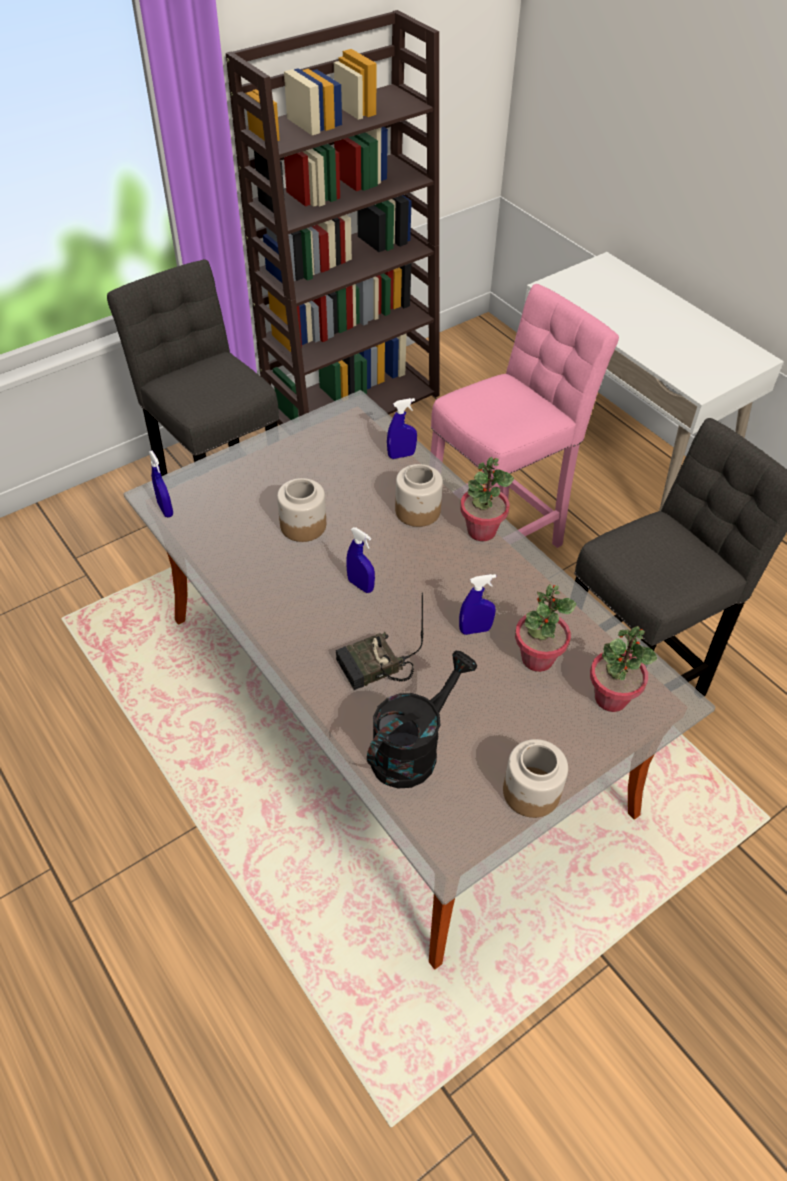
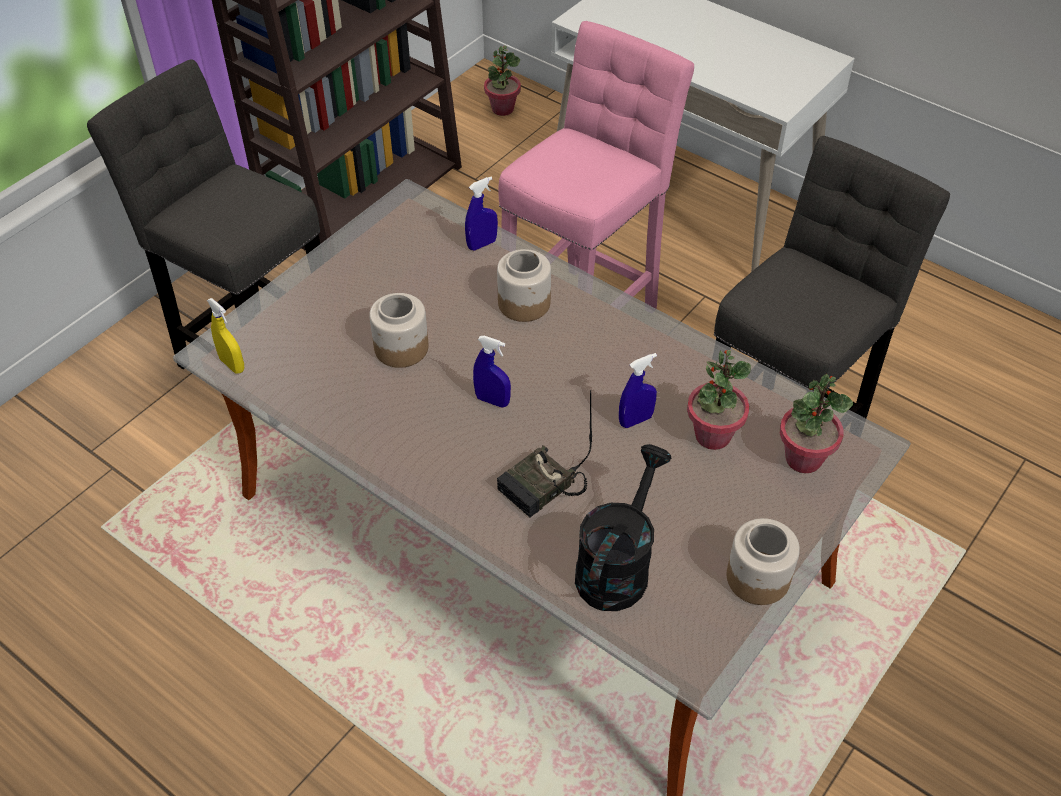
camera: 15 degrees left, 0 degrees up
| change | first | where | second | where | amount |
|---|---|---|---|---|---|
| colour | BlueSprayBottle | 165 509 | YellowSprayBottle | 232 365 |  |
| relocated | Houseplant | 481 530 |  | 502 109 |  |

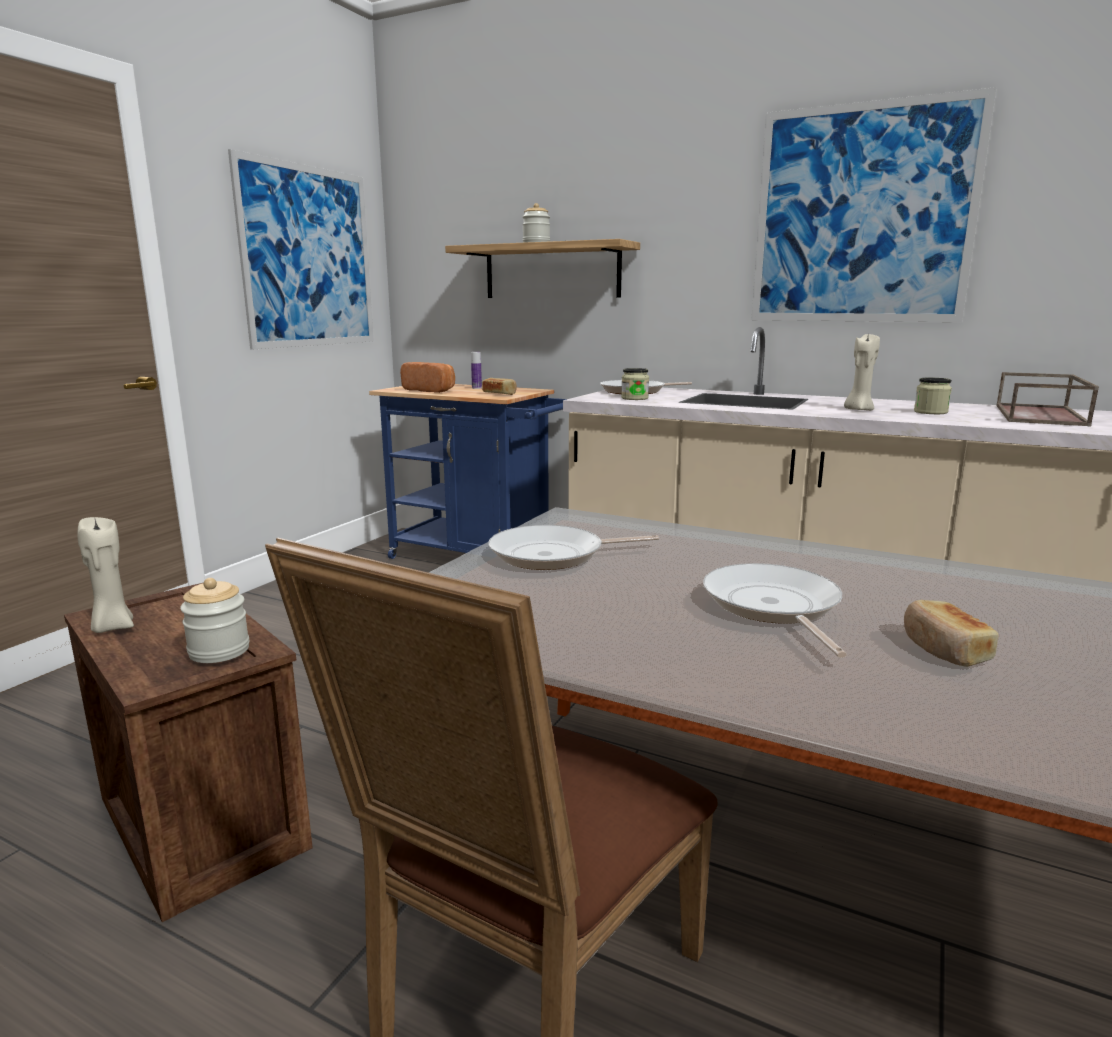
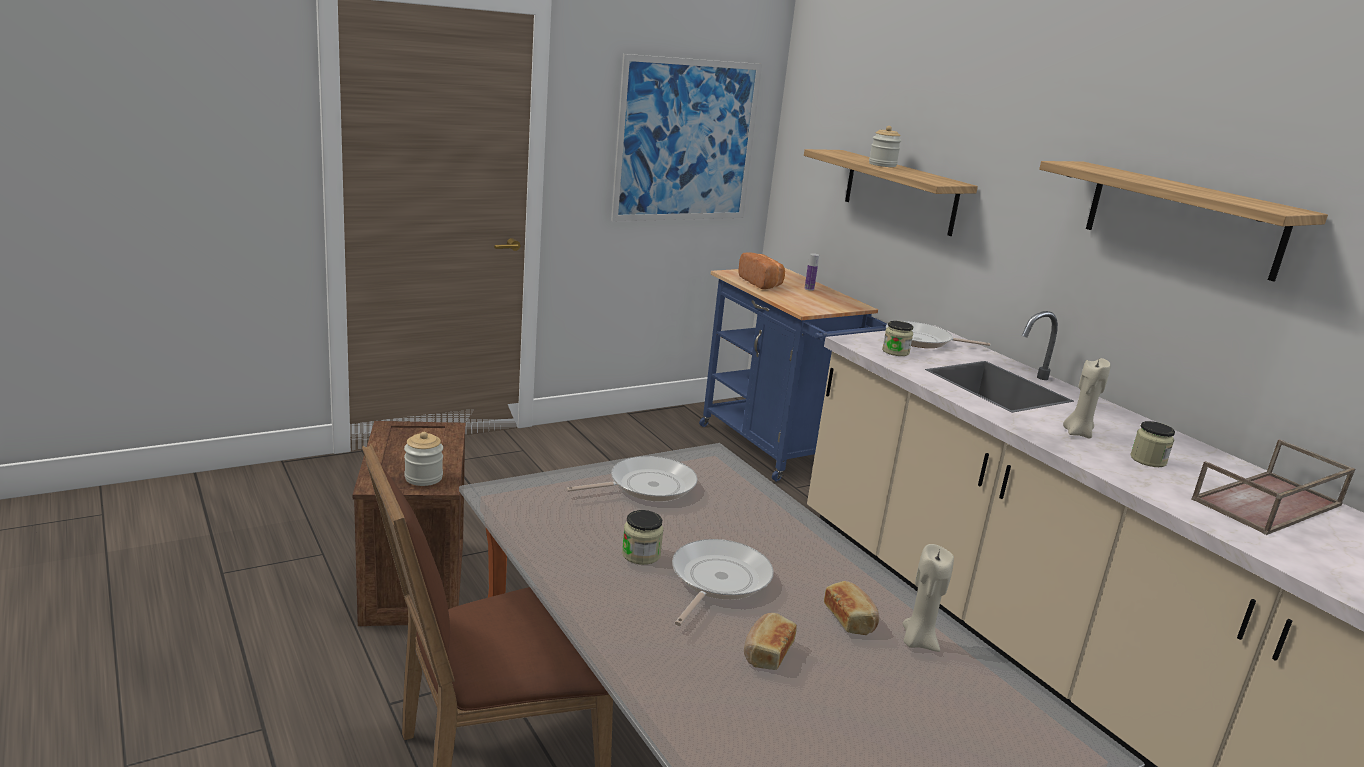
camera: 30 degrees right, 5 degrees up
| change | first | where | second | where | amount |
|---|---|---|---|---|---|
| spun | FryingPan | 553 555 |  | 647 486 | 135 degrees clockwise |
| appeared |  |  | Jar | 641 554 |  |
| relocated | Bread | 500 394 |  | 850 619 |  |
| relocated | BeigeColouredCandle | 112 627 |  | 917 641 |  |
| exchanged | WallPicture | 862 215 | BracketShelf | 1182 219 |  |

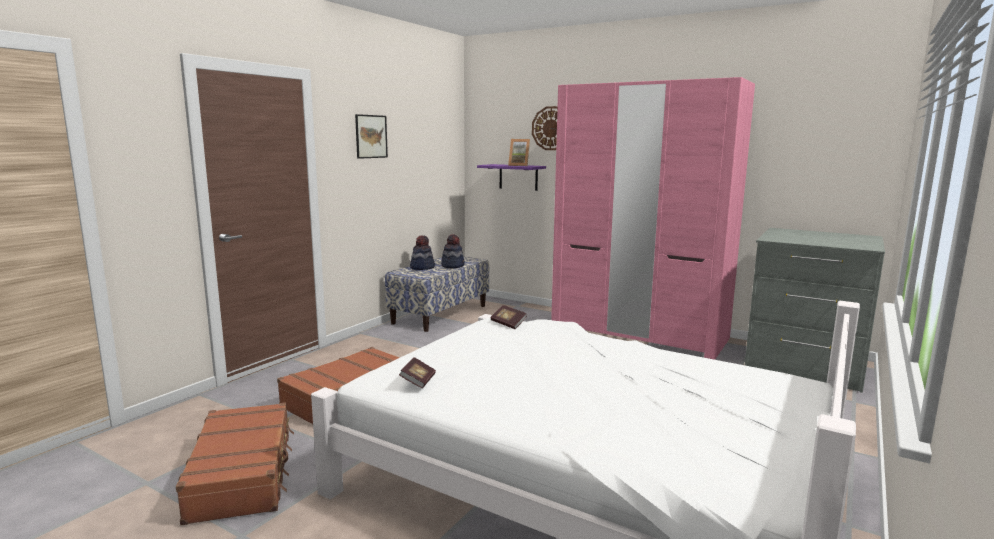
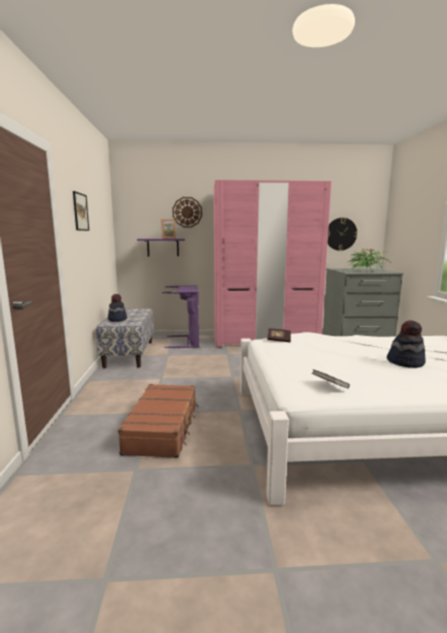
camera: 35 degrees left, 0 degrees up
| change | first | where | second | where | amount |
|---|---|---|---|---|---|
| appeared |  |  | PurpleColouredHamper | 187 342 |  |
| appeared |  |  | WallClock | 341 234 |  |
| appeared |  |  | Houseplant | 366 270 |  |
| relocated | ClothingHat | 453 266 |  | 405 362 |  |
| missing | BrownSuitcase | 243 473 |  |  |  |

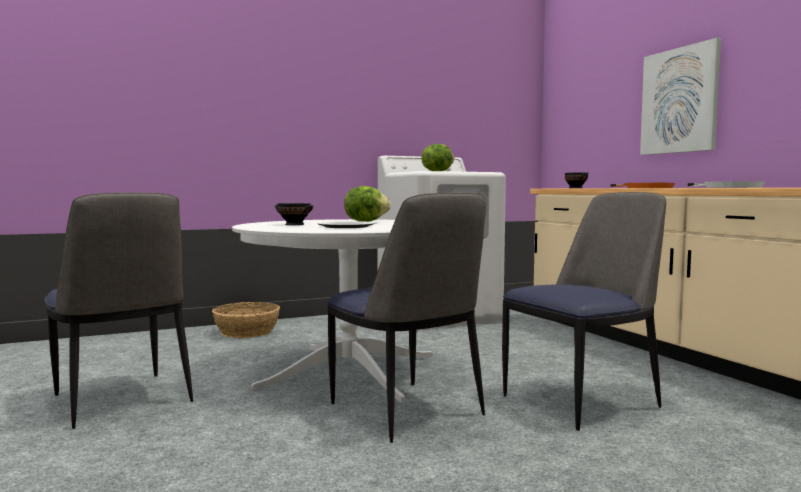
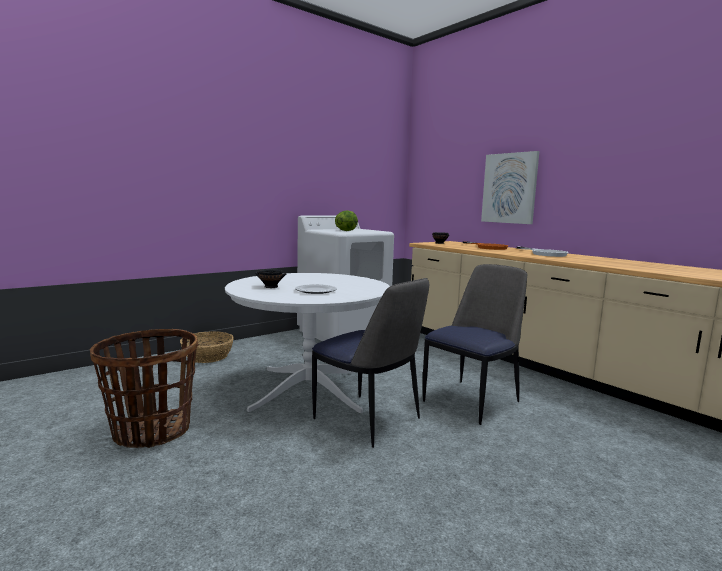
camera: 15 degrees left, 5 degrees up
| change | first | where | second | where | amount |
|---|---|---|---|---|---|
| exchanged | UprightChair | 122 400 | HouseholdBasket | 151 431 |  |
| missing | LettuceHead | 366 221 |  |  |  |

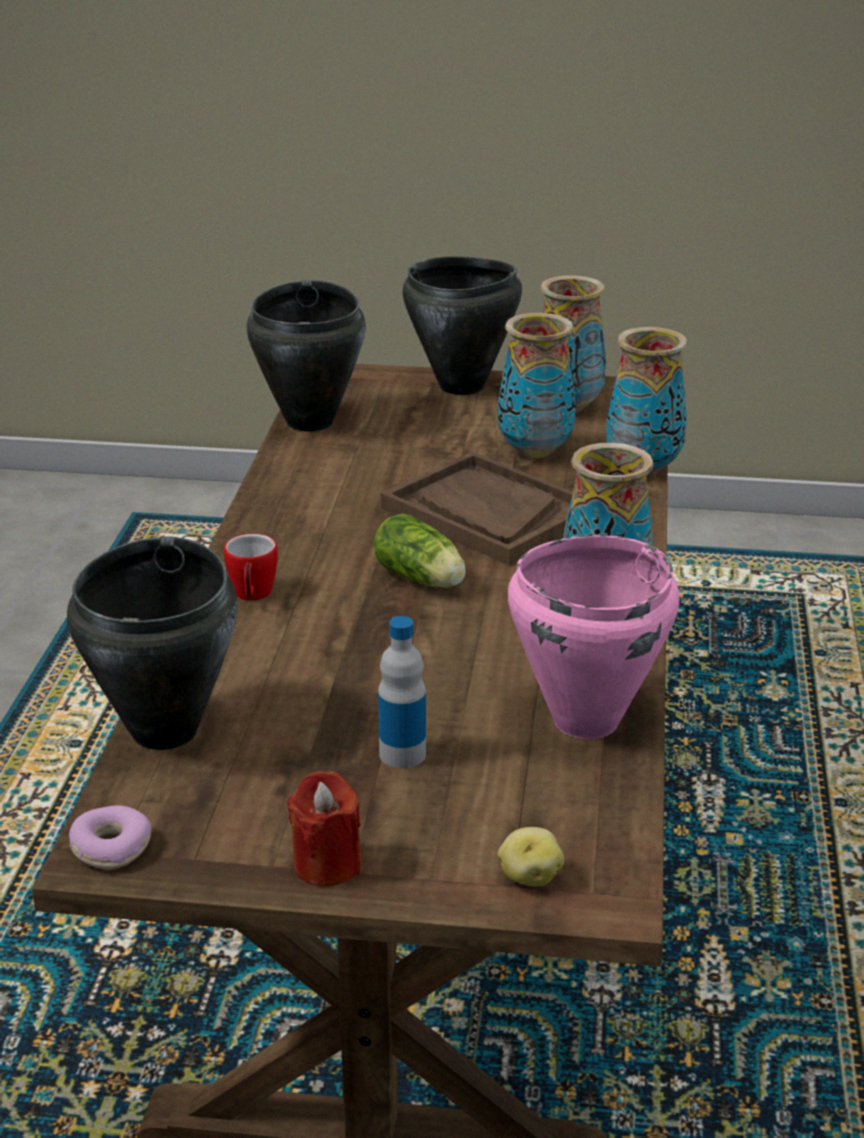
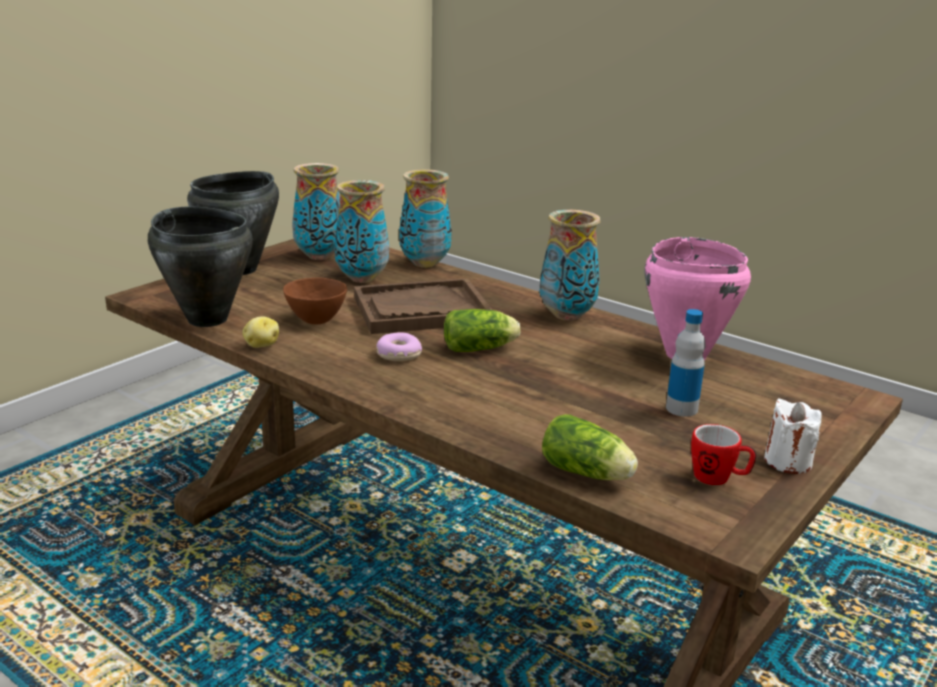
camera: 60 degrees left, 5 degrees down
| change | first | where | second | where | amount |
|---|---|---|---|---|---|
| relocated | WholePotato | 529 876 |  | 261 345 |  |
| appeared |  |  | BrownDeepDish | 316 321 |  |
| relocated | Doughnut | 111 848 |  | 398 354 |  |
| exchanged | BlackishSaucepot | 166 730 | LettuceHead | 588 474 |  |
| relocated | CoffeeMug | 252 596 |  | 718 479 |  |
| colour | ReddishCandle | 327 864 | WhiteCandle | 788 461 |  |

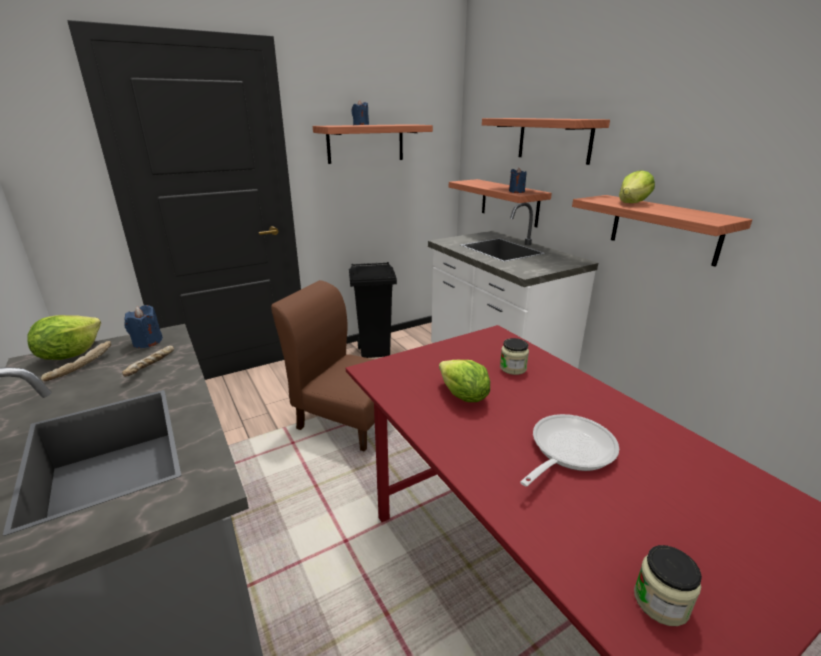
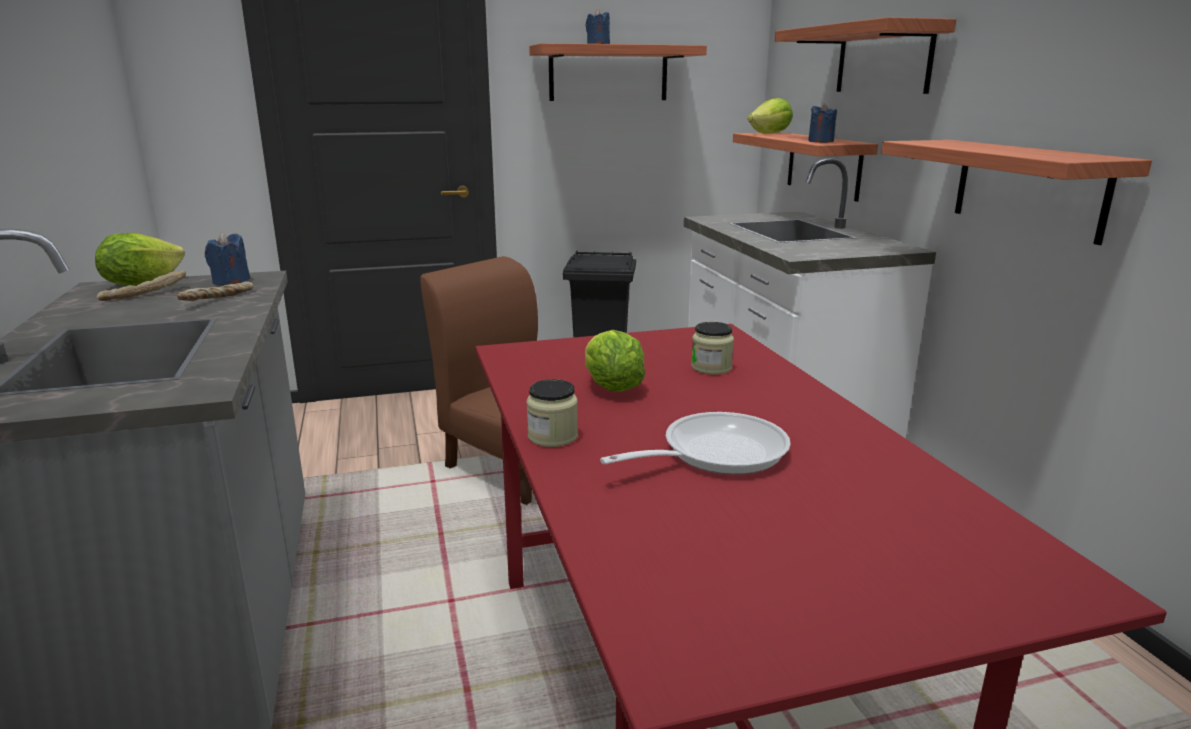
camera: 15 degrees right, 5 degrees down
| change | first | where | second | where | amount |
|---|---|---|---|---|---|
| relocated | Jar | 661 602 |  | 552 436 |  |
| relocated | LettuceHead | 633 203 |  | 770 133 |  |

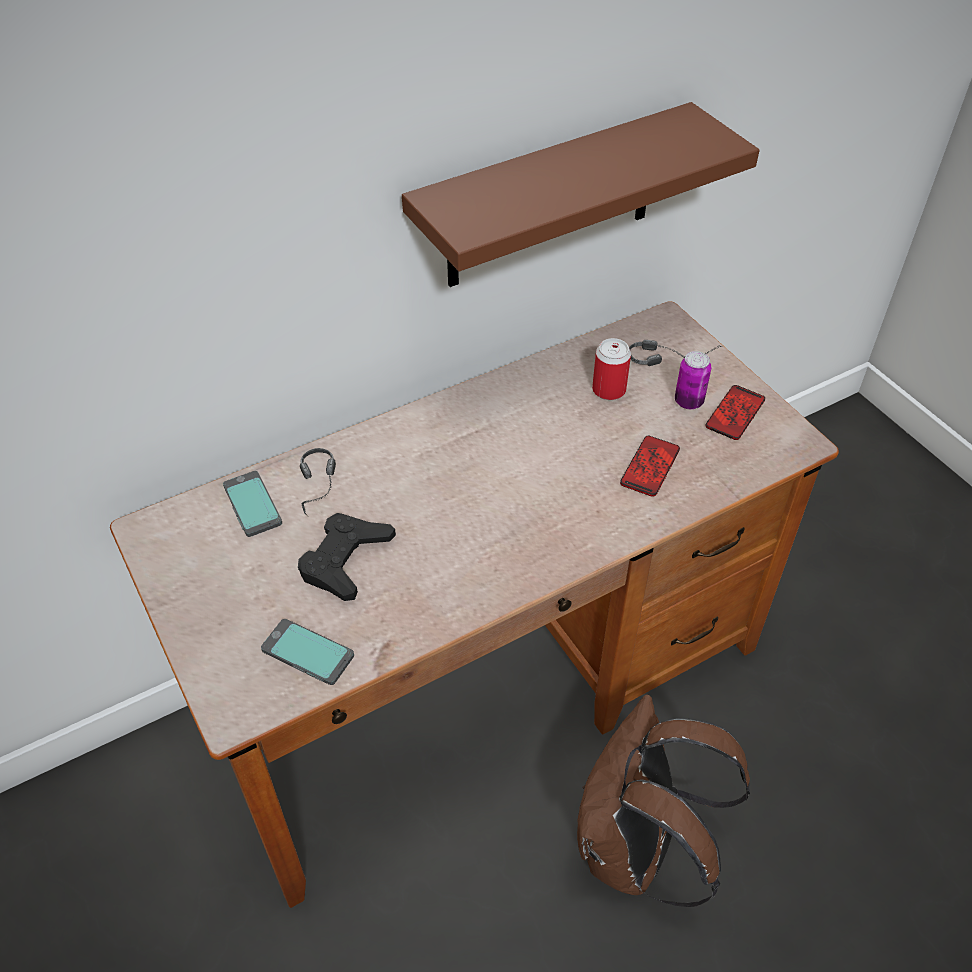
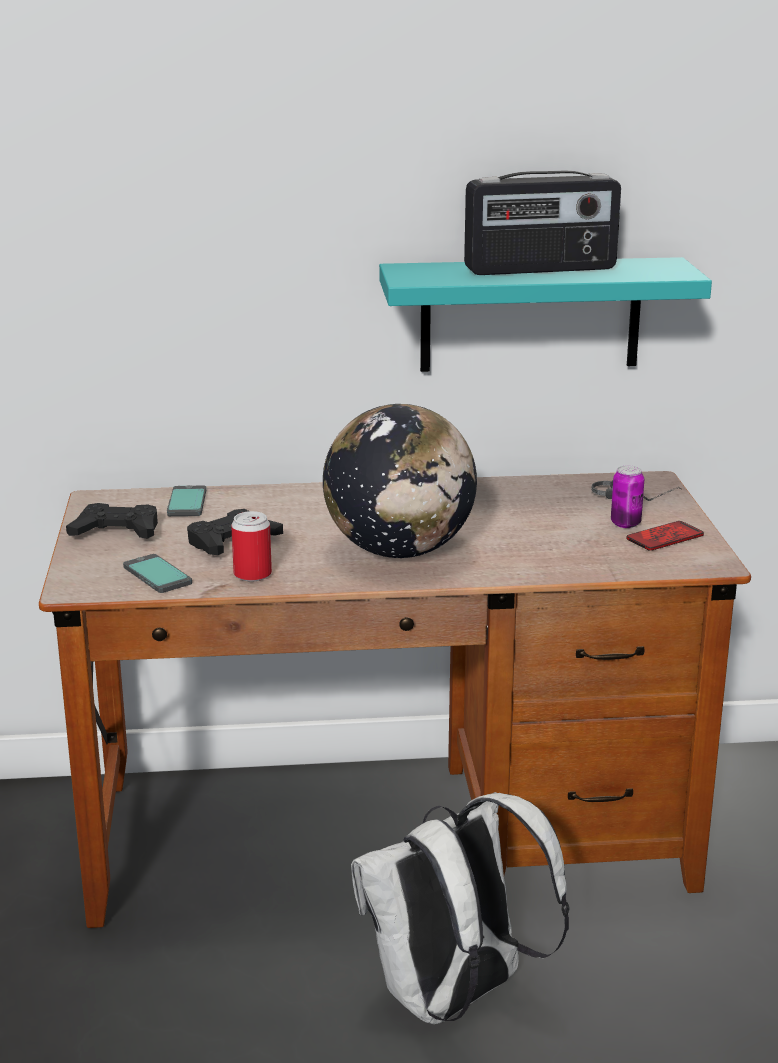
camera: 25 degrees right, 25 degrees down
| change | first | where | second | where | amount |
|---|---|---|---|---|---|
| appeared |  |  | BlackishGamepad | 117 531 |  |
| relocated | Can | 609 390 |  | 252 574 |  |
| appeared |  |  | WorldGlobe | 399 551 |  |
| colour | BrownKnapsack | 635 850 | WhiteKnapsack | 453 999 |  |
| colour | BrownBracketShelf | 551 199 | BlueGreenBracketShelf | 530 314 |  |
| appeared |  |  | RadioSet | 540 269 |  |
| missing | Headset | 320 491 |  |  |  |
| missing | Telephone | 650 467 |  |  |  |

